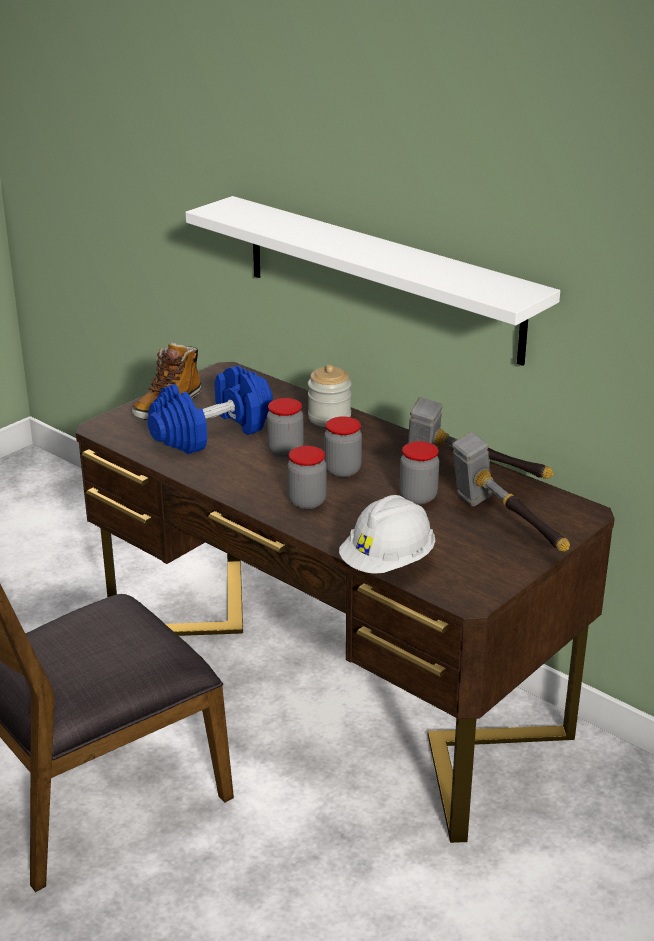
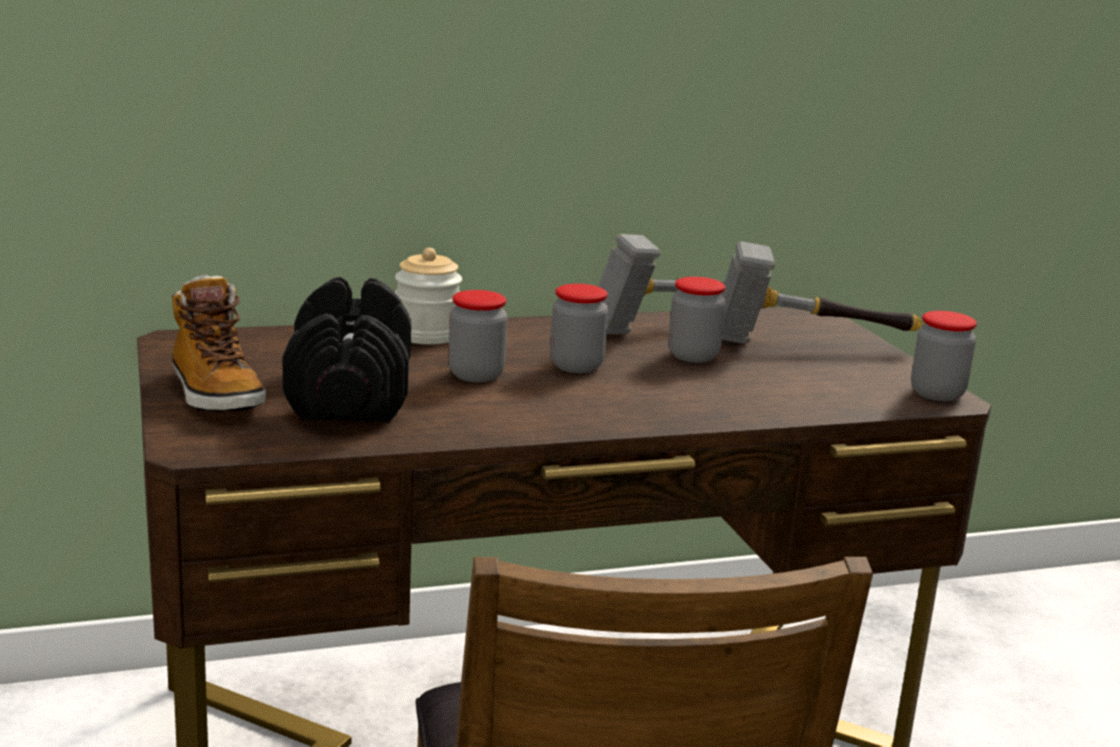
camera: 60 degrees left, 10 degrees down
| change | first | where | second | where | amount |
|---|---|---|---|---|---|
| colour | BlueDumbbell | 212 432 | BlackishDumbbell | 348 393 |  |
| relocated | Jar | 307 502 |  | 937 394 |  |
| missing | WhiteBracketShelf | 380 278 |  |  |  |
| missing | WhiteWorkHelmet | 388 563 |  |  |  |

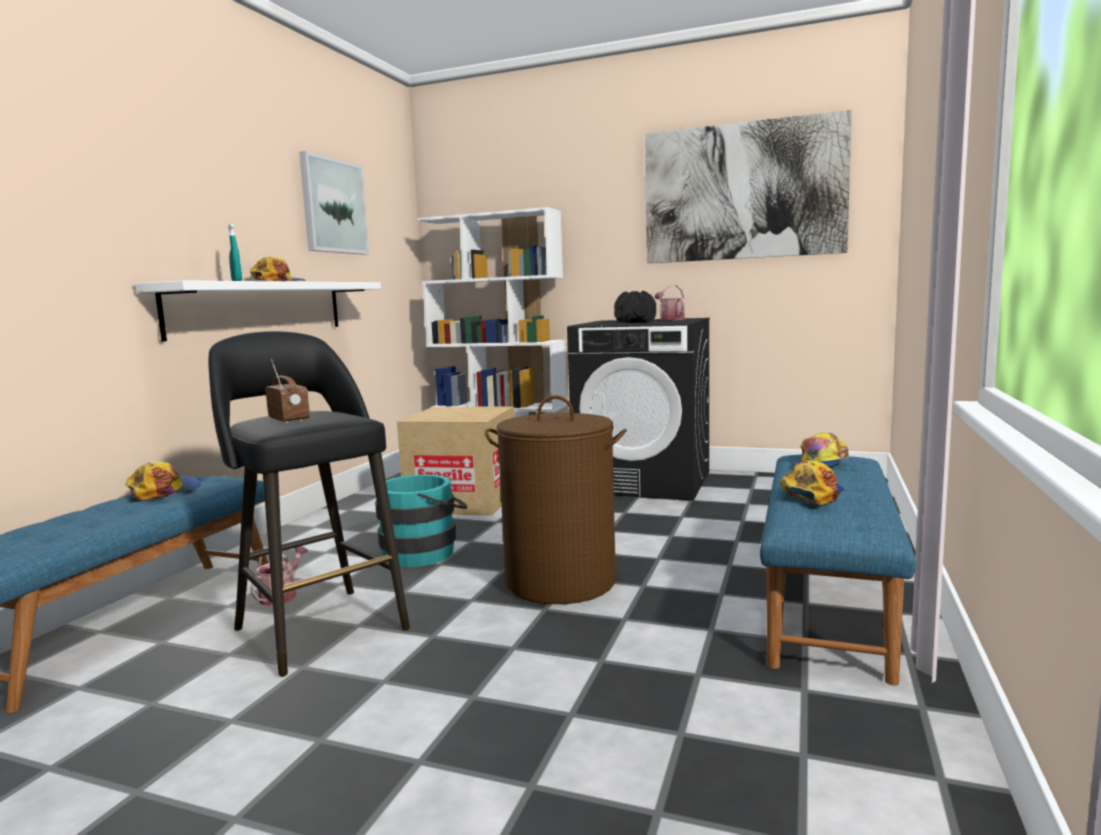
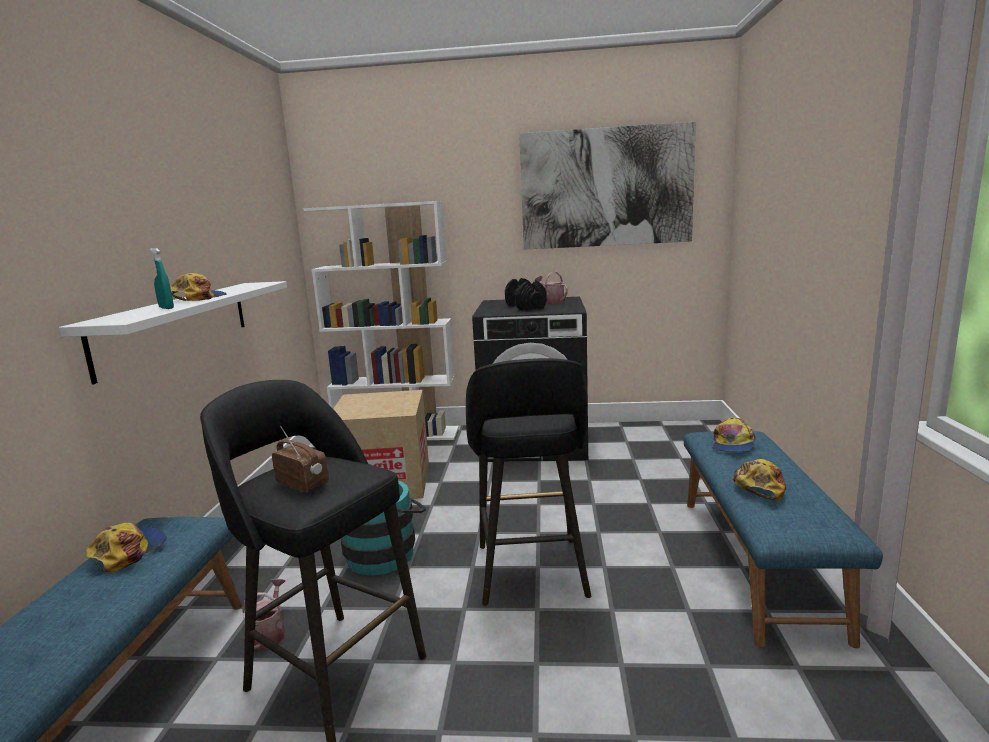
camera: 15 degrees left, 5 degrees up
| change | first | where | second | where | amount |
|---|---|---|---|---|---|
| exchanged | BrownHamper | 560 582 | BlackishSittingStool | 531 573 |  |
| missing | WallPicture | 333 206 |  |  |  |

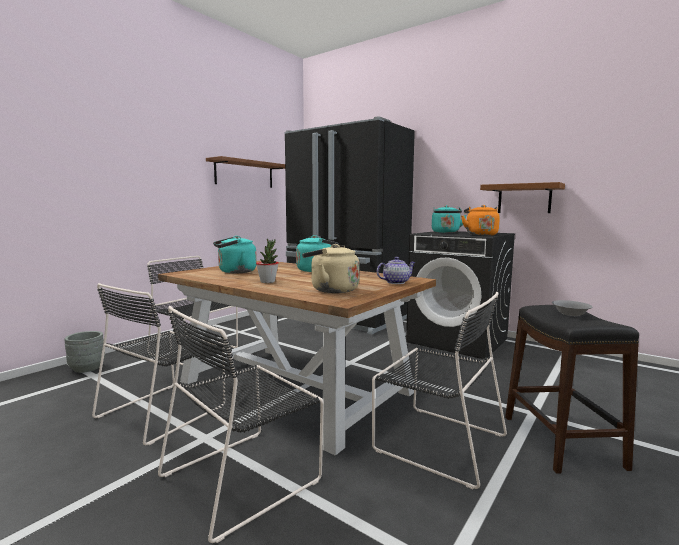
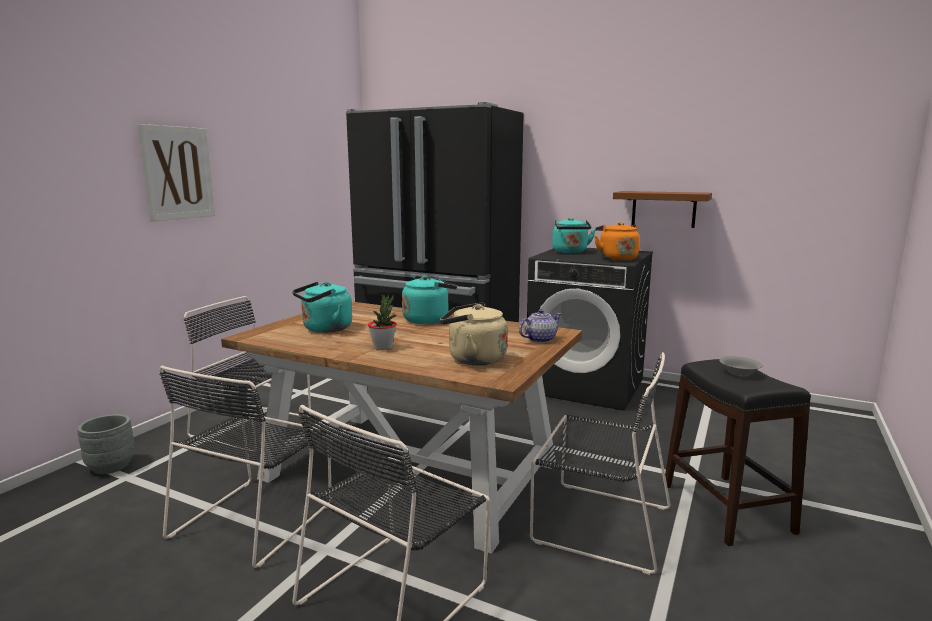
camera: 10 degrees left, 5 degrees up
| change | first | where | second | where | amount |
|---|---|---|---|---|---|
| appeared |  |  | WallPicture | 177 173 |  |
| missing | BrownBracketShelf | 244 174 |  |  |  |

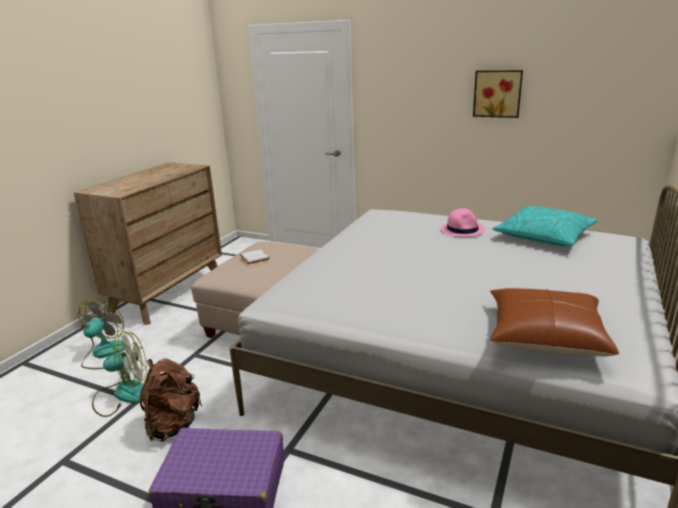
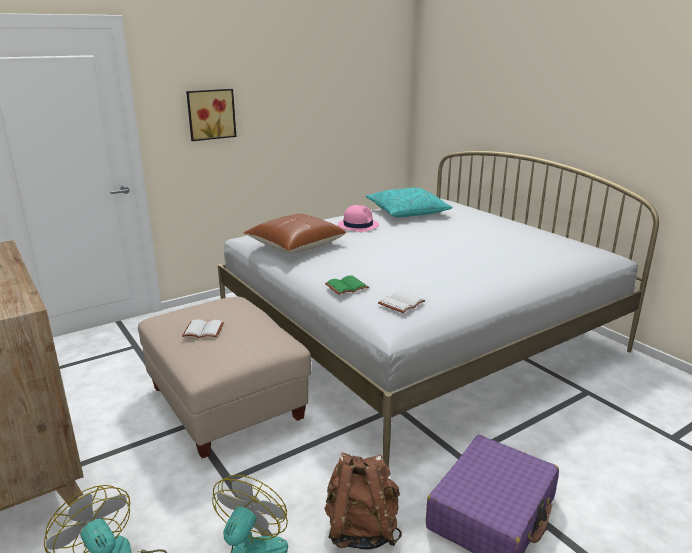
camera: 60 degrees left, 0 degrees up
| change | first | where | second | where | amount |
|---|---|---|---|---|---|
| relocated | WallPicture | 497 93 |  | 210 114 |  |
| relocated | BrownThrowPillow | 545 335 |  | 295 245 |  |
| appeared |  |  | GreenColouredBook | 346 287 |  |
| appeared |  |  | WhiteBook | 401 303 |  |

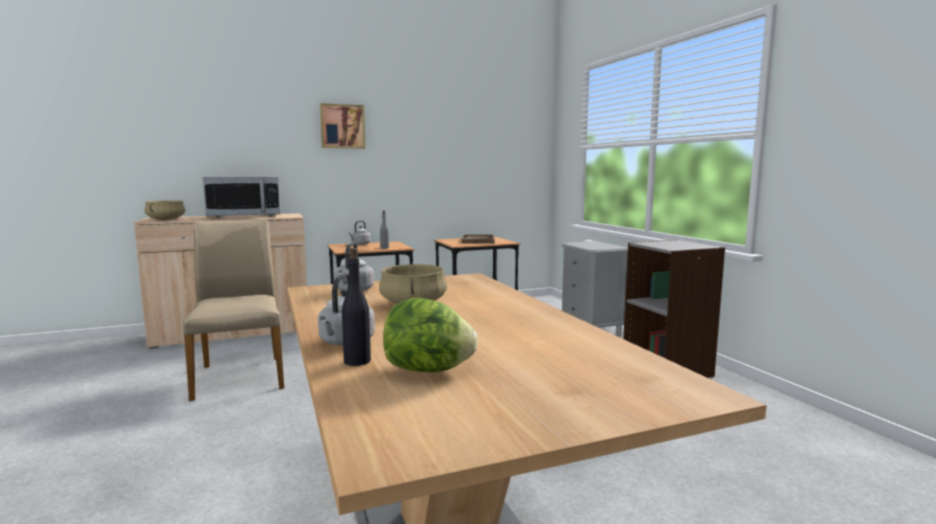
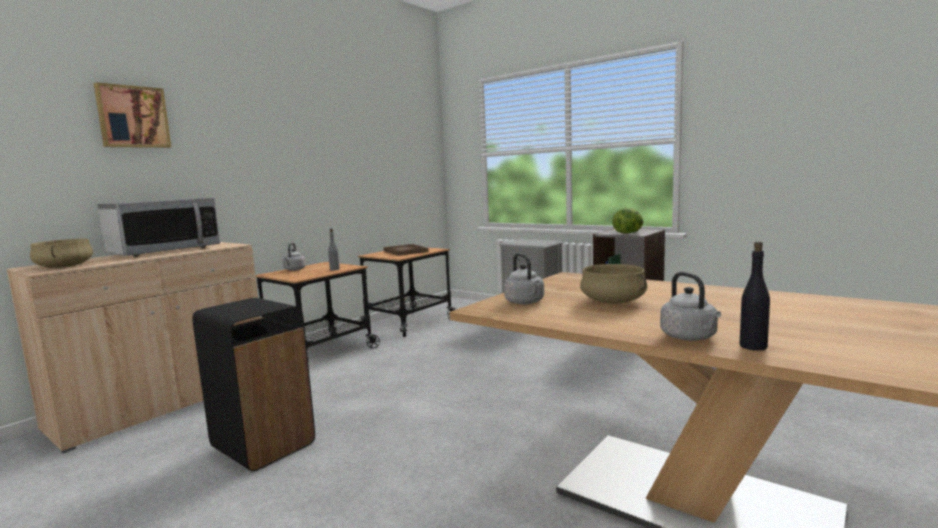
camera: 30 degrees left, 0 degrees up
| change | first | where | second | where | amount |
|---|---|---|---|---|---|
| relocated | WallPicture | 342 126 |  | 132 117 |  |
| exchanged | BeigeColouredUprightChair | 240 376 | BlackishRubbishBin | 264 445 |  |
| relocated | LettuceHead | 428 370 |  | 628 233 |  |

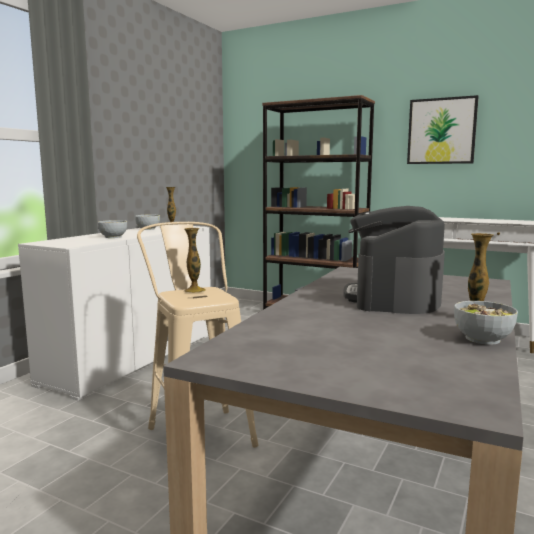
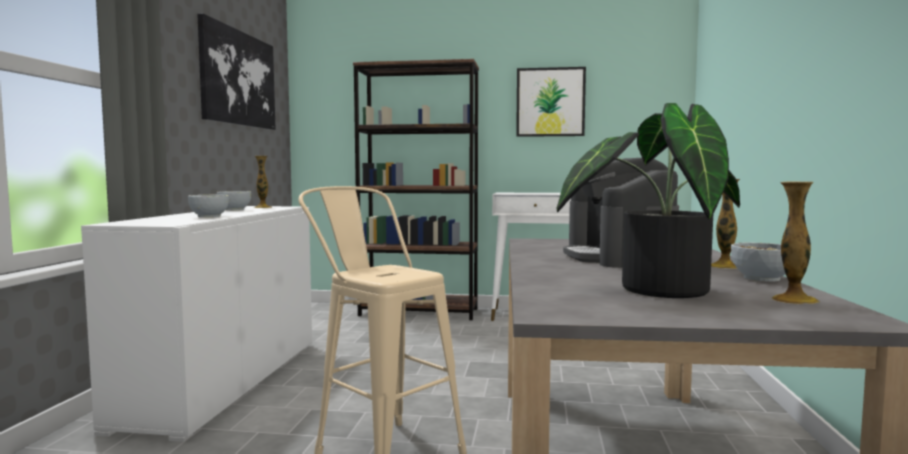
camera: 20 degrees left, 5 degrees down
| change | first | where | second | where | amount |
|---|---|---|---|---|---|
| appeared |  |  | WallPicture | 238 78 |  |
| appeared |  |  | Houseplant | 653 289 |  |
| relocated | FlowerVase | 194 290 |  | 794 300 |  |

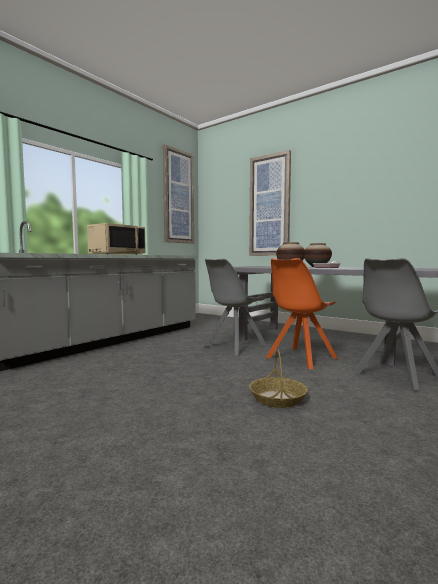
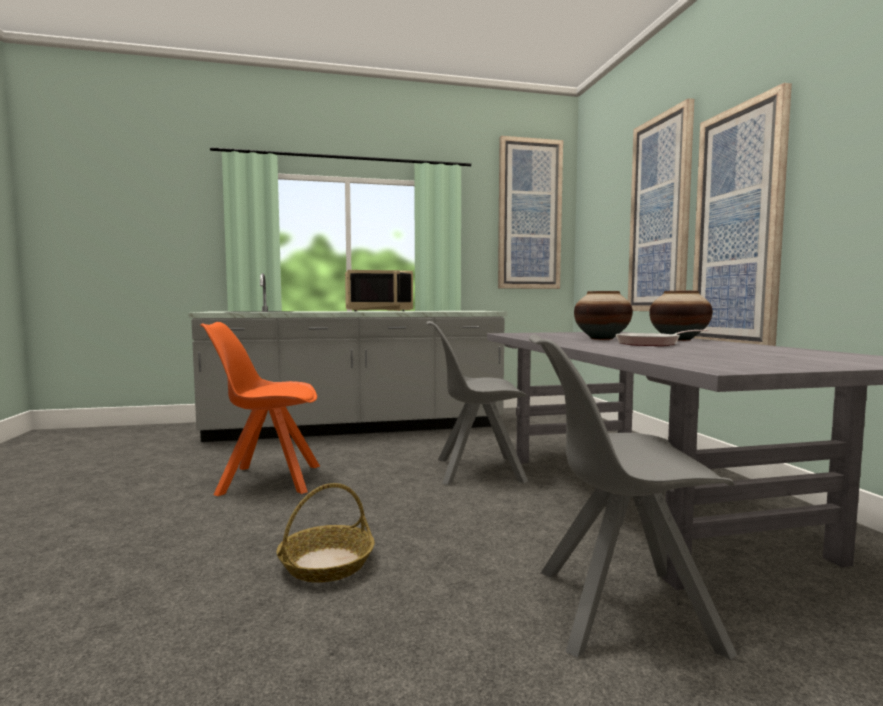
camera: 40 degrees right, 0 degrees up
| change | first | where | second | where | amount |
|---|---|---|---|---|---|
| relocated | OrangeColouredUprightChair | 300 358 |  | 267 480 |  |
| appeared |  |  | WallPicture | 738 228 |  |

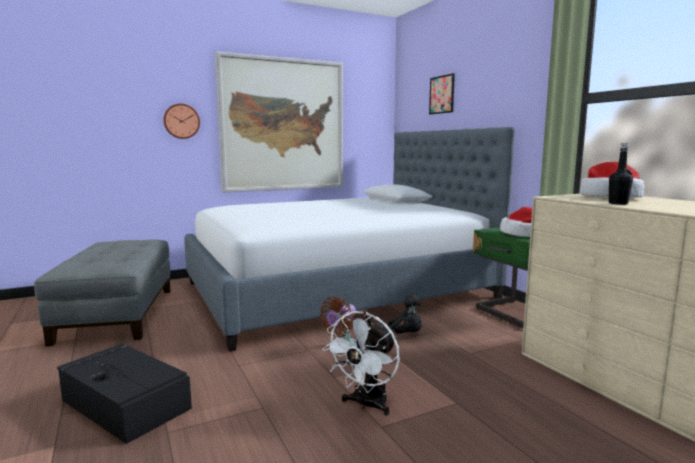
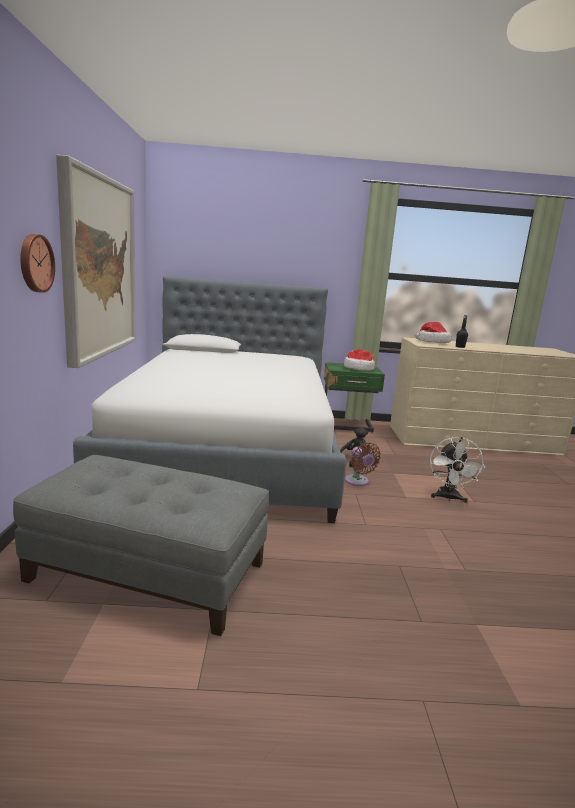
camera: 65 degrees left, 5 degrees up
| change | first | where | second | where | amount |
|---|---|---|---|---|---|
| spun | WhiteFan | 366 405 |  | 448 498 | 45 degrees clockwise |
| missing | BlackishStorageContainer | 124 403 |  |  |  |
| missing | WallPicture | 442 94 |  |  |  |

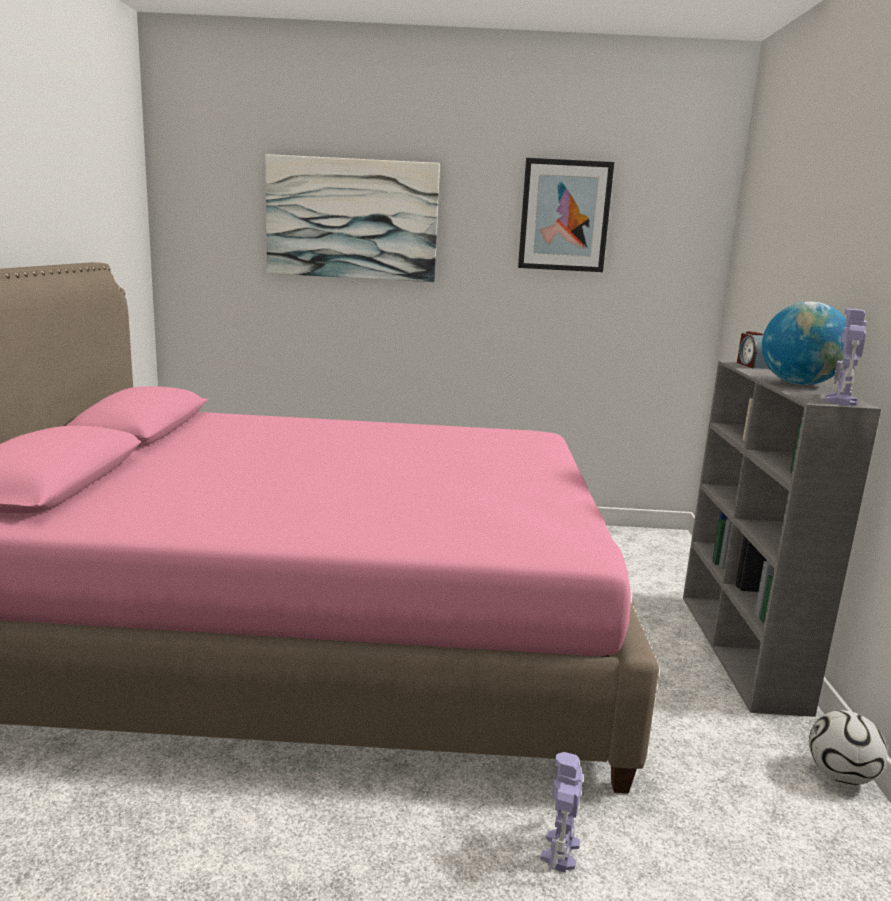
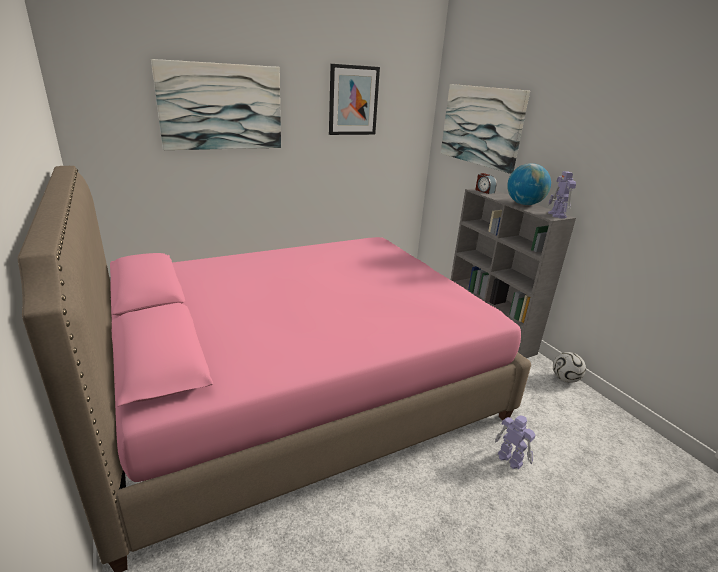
camera: 30 degrees left, 10 degrees up
| change | first | where | second | where | amount |
|---|---|---|---|---|---|
| appeared |  |  | WallPicture | 481 126 |  |
| spun | RobotFigure | 560 852 |  | 509 459 | 150 degrees clockwise |

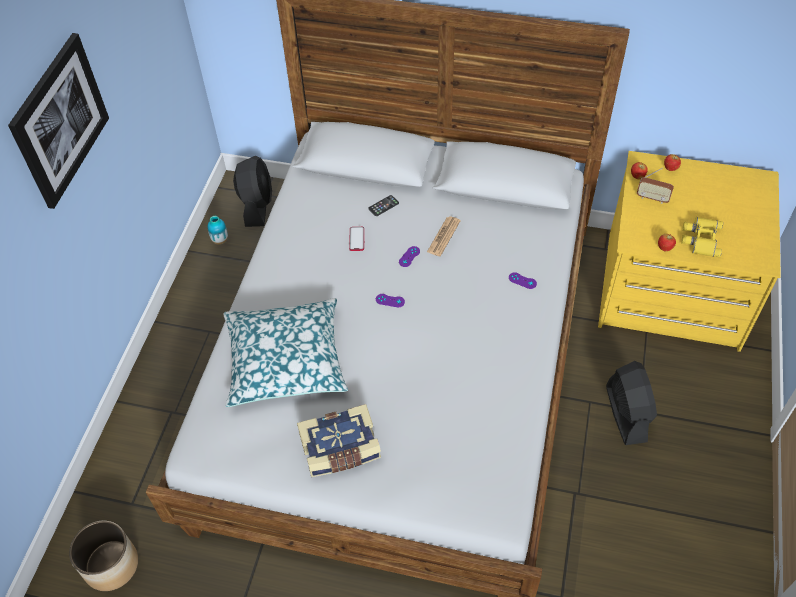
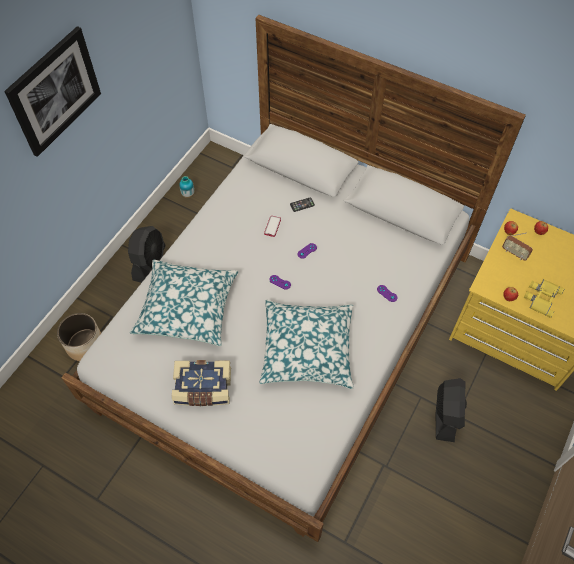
camera: 15 degrees right, 5 degrees up
| change | first | where | second | where | amount |
|---|---|---|---|---|---|
| relocated | PlantPot | 110 564 |  | 85 344 |  |
| relocated | BlackishFan | 257 205 |  | 149 262 |  |
| appeared |  |  | ThrowPillow | 307 349 |  |
| missing | DailyPaper | 443 236 |  |  |  |

